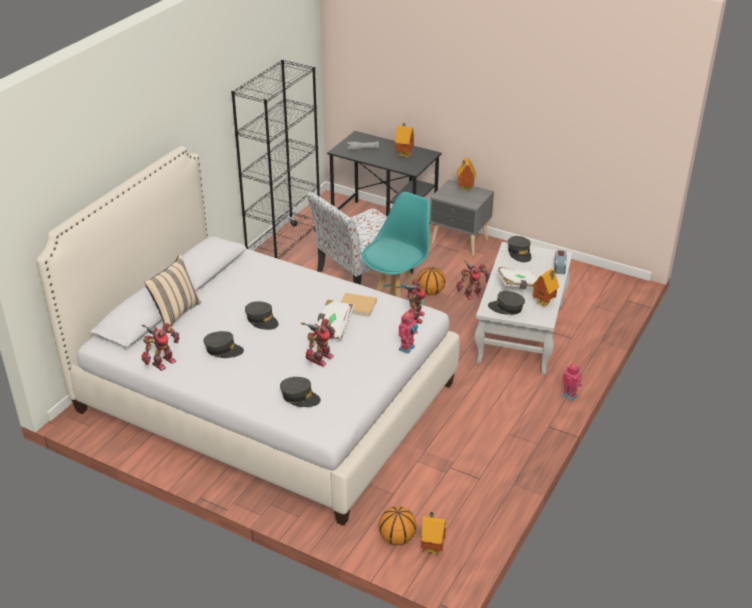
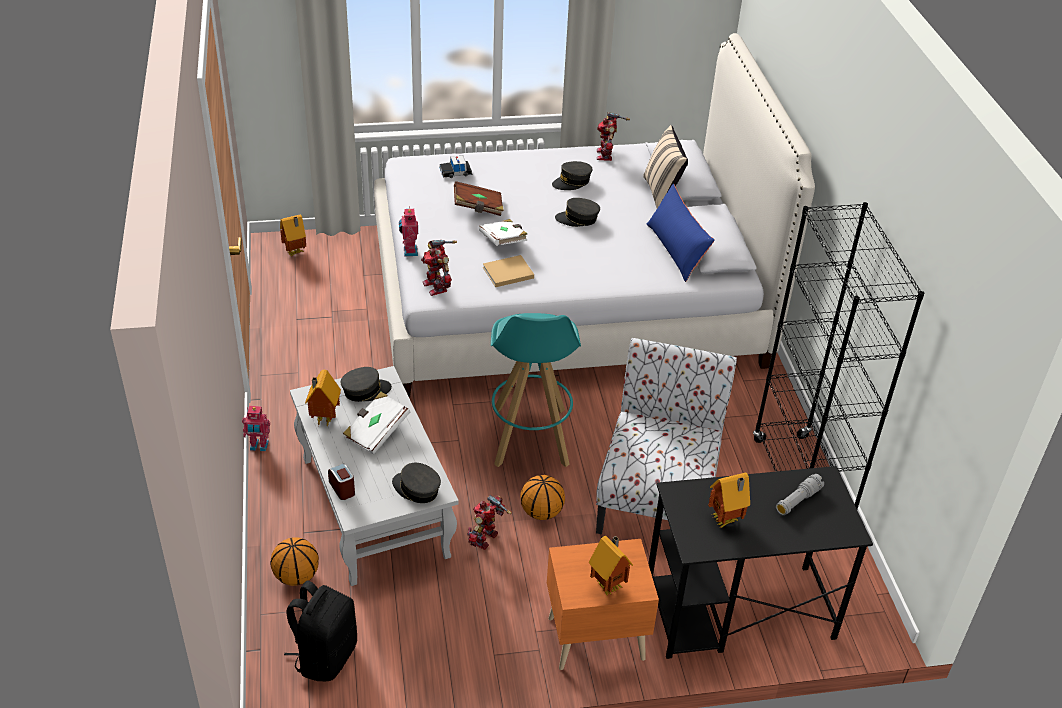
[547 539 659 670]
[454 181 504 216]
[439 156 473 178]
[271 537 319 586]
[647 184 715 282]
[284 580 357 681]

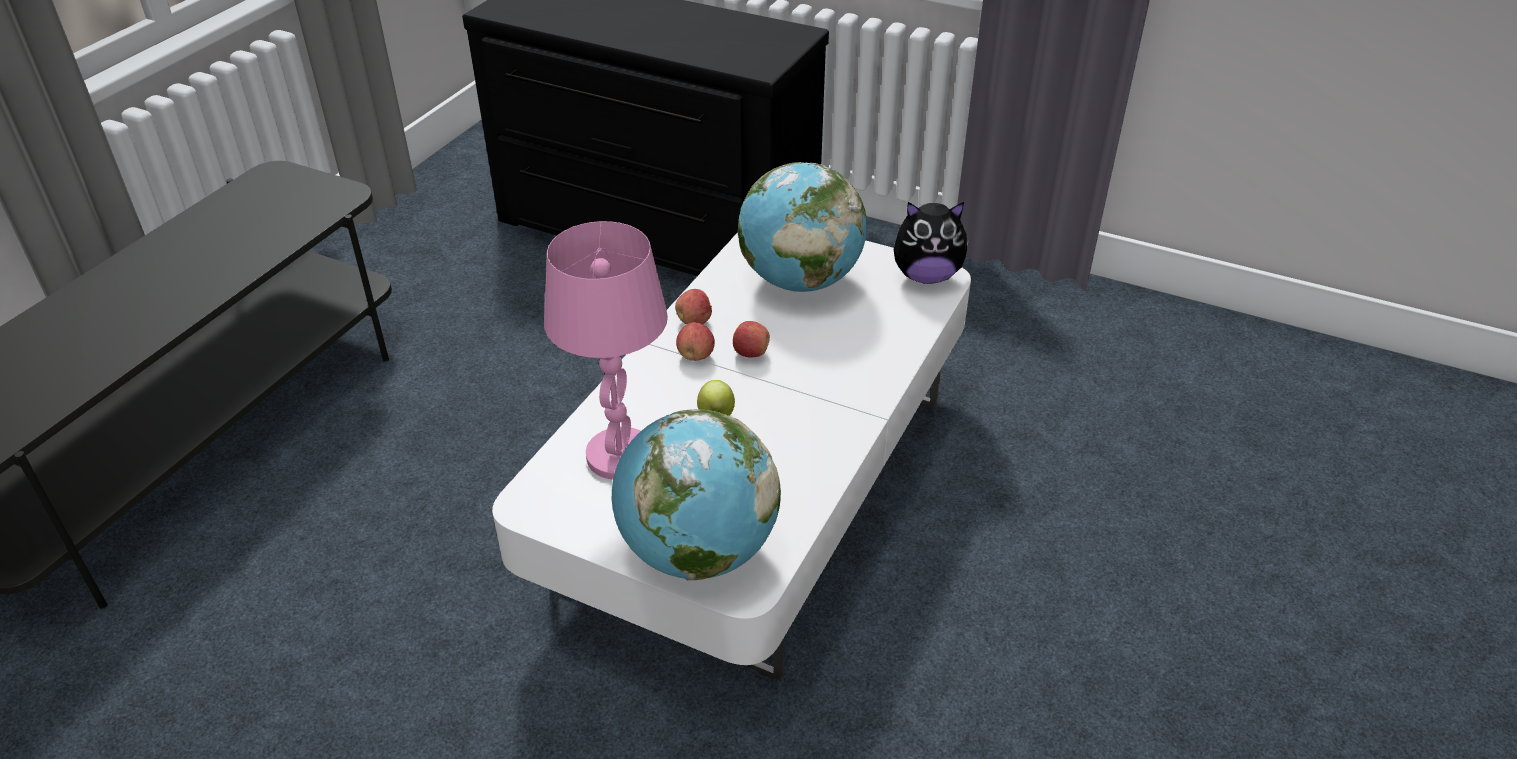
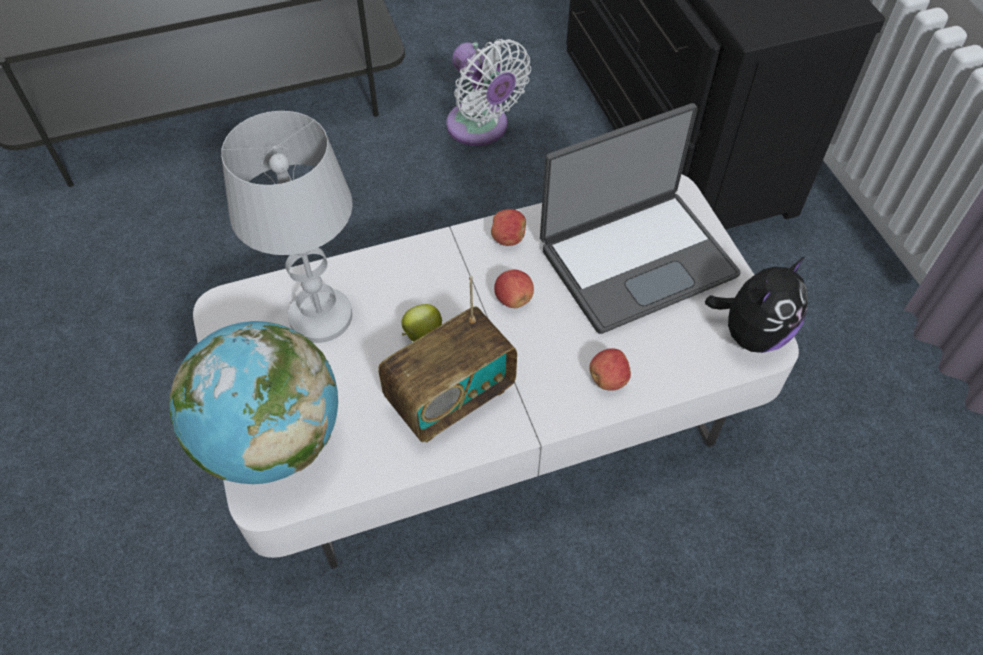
[540 103 741 334]
[705 256 808 353]
[221 111 353 343]
[589 348 631 391]
[446 39 531 146]
[378 276 517 443]

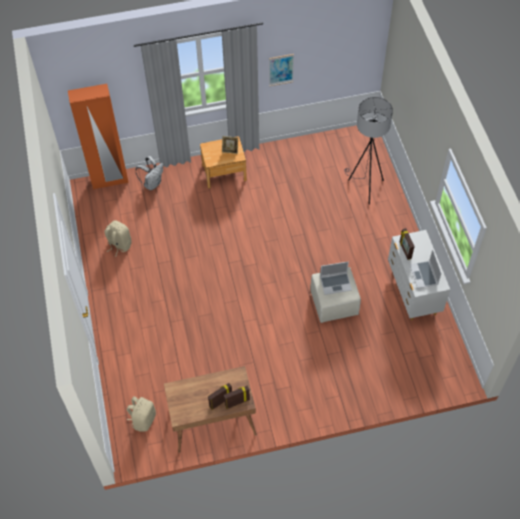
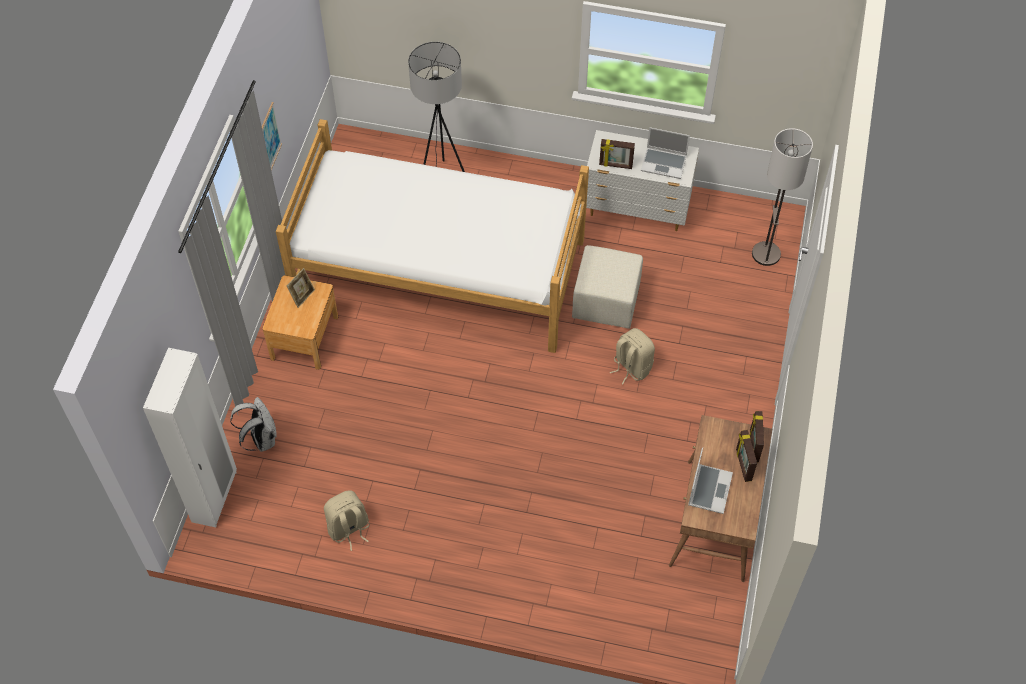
[143 348 237 527]
[688 447 733 514]
[610 328 655 385]
[276 119 589 353]
[752 128 813 266]

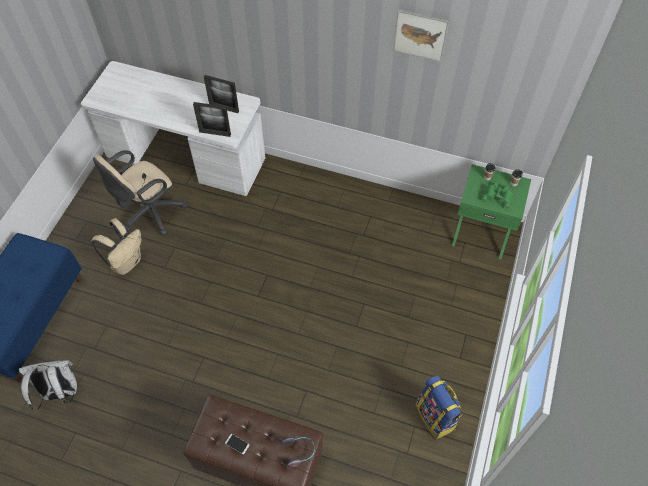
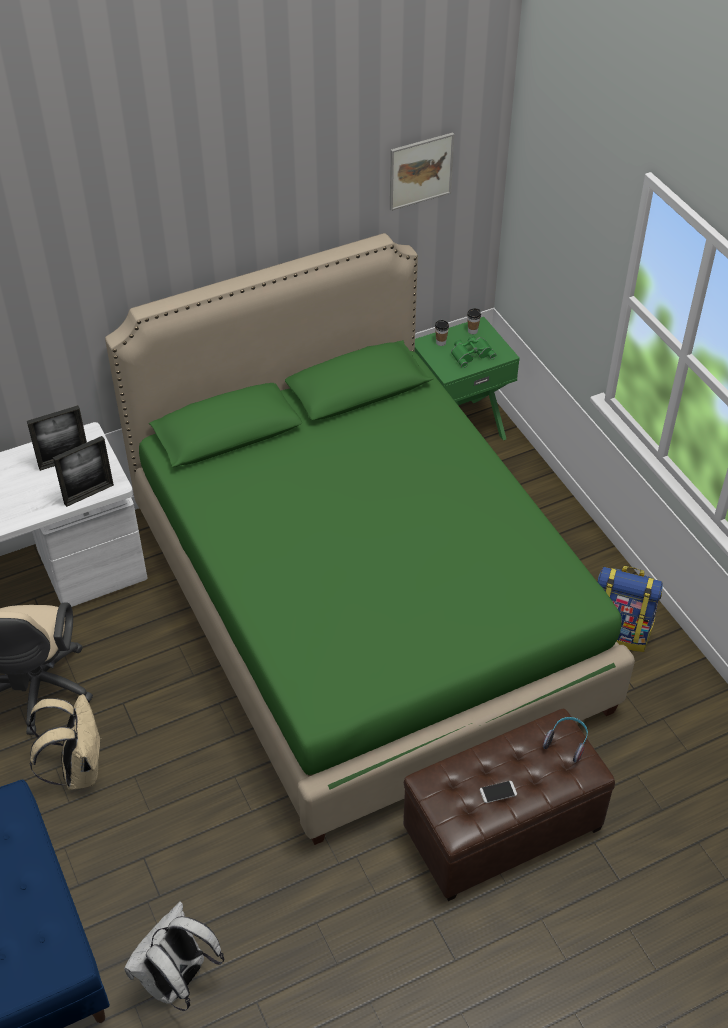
[390 132 454 211]
[105 233 635 845]

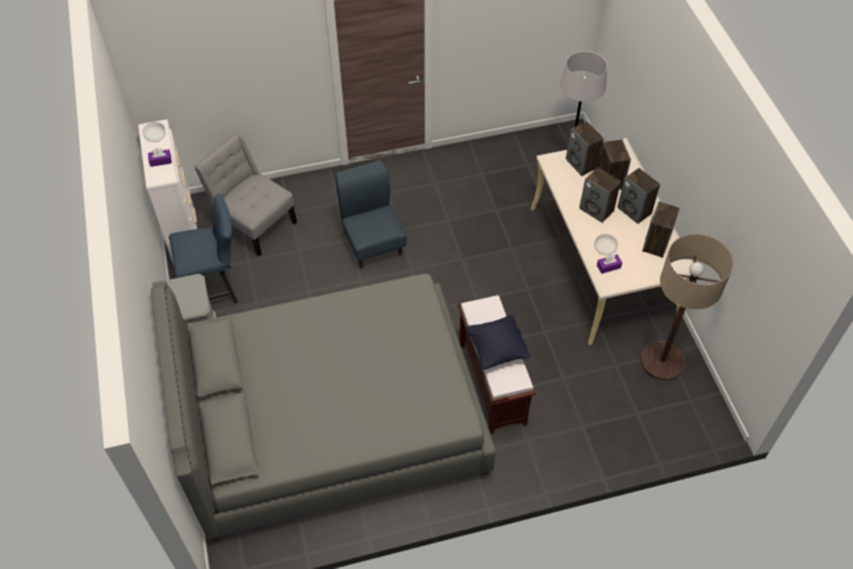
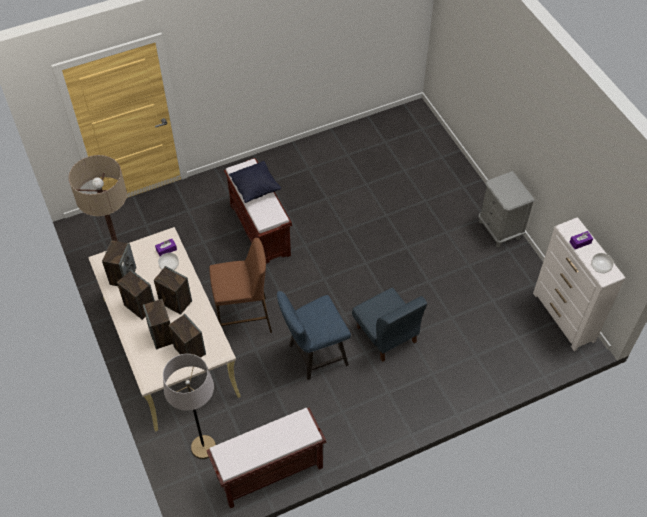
[194 133 297 256] (first image)
[277 291 351 380]
[151 274 496 541] (first image)
[209 238 272 333]
[206 408 326 508]

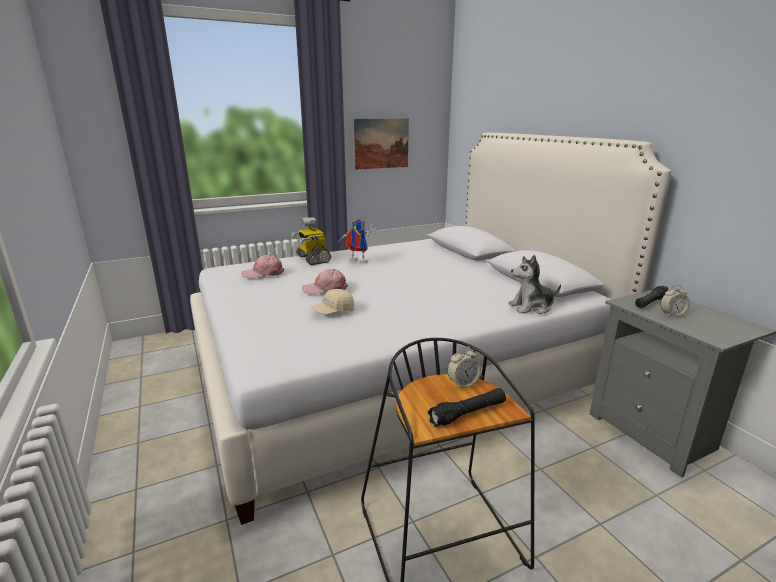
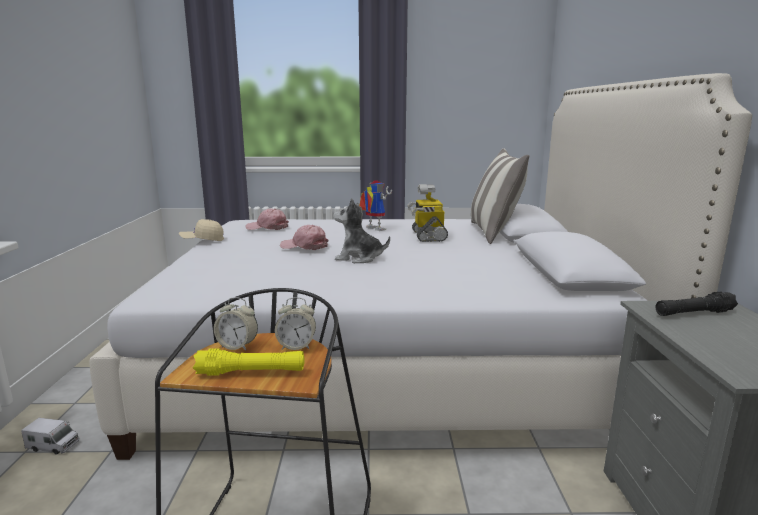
[354 118 409 170] (first image)
[407 184 448 242]
[333 198 390 263]
[214 297 258 351]
[179 219 224 241]
[193 348 305 376]
[471 148 529 244]
[21 418 79 454]

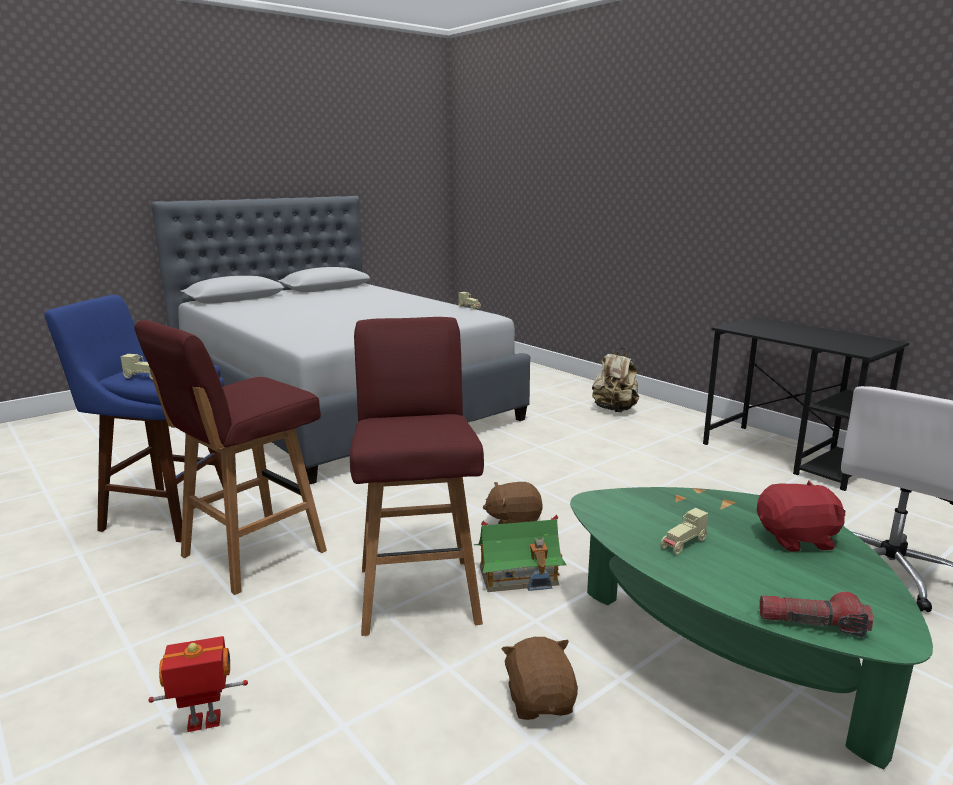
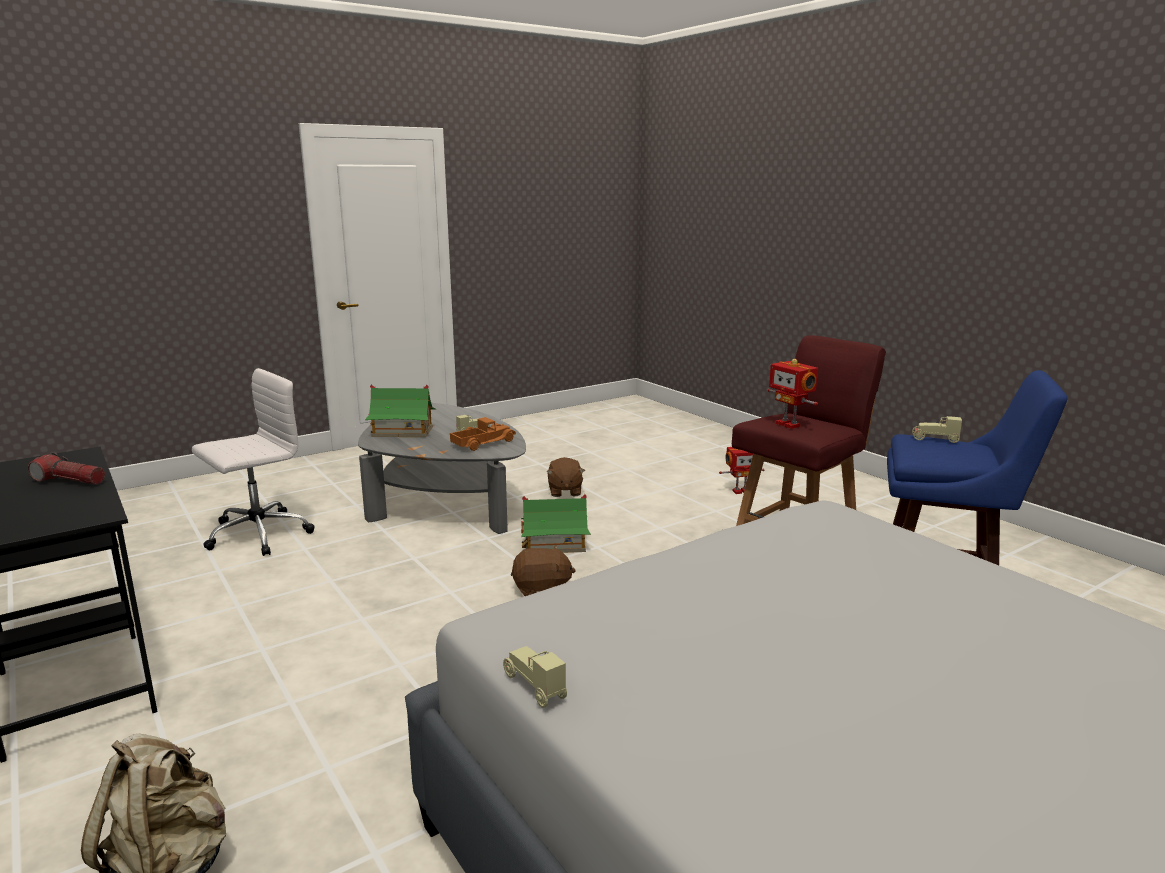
[350 317 484 636] (first image)
[365 384 436 437]
[358 403 526 534]
[28 453 105 485]
[767 359 818 429]
[450 417 516 451]

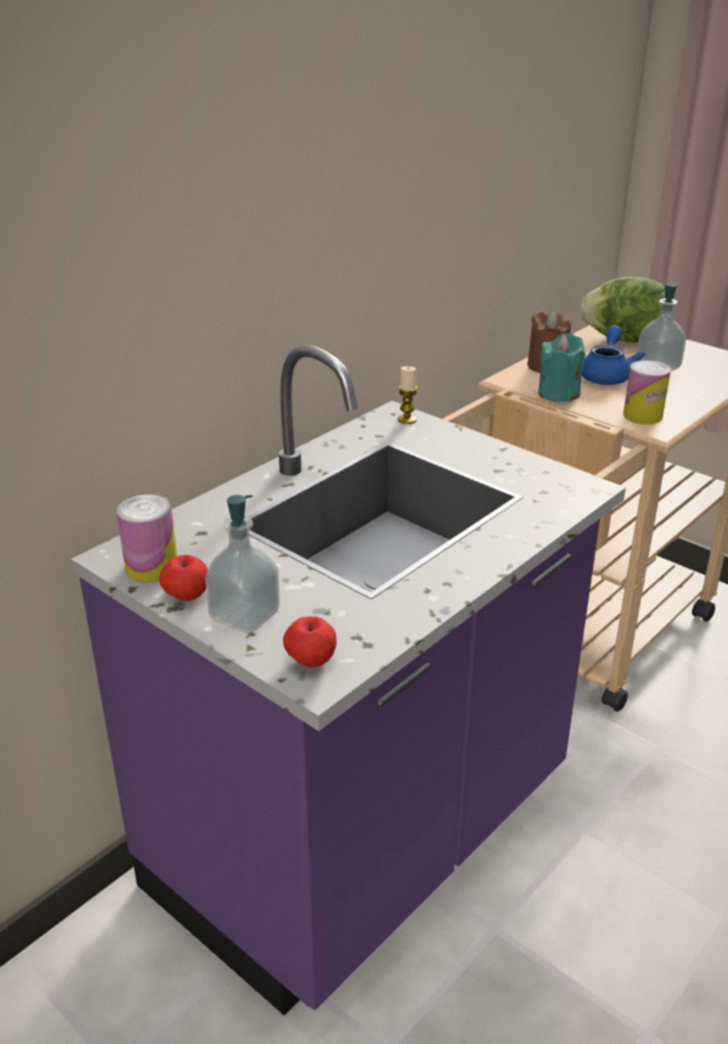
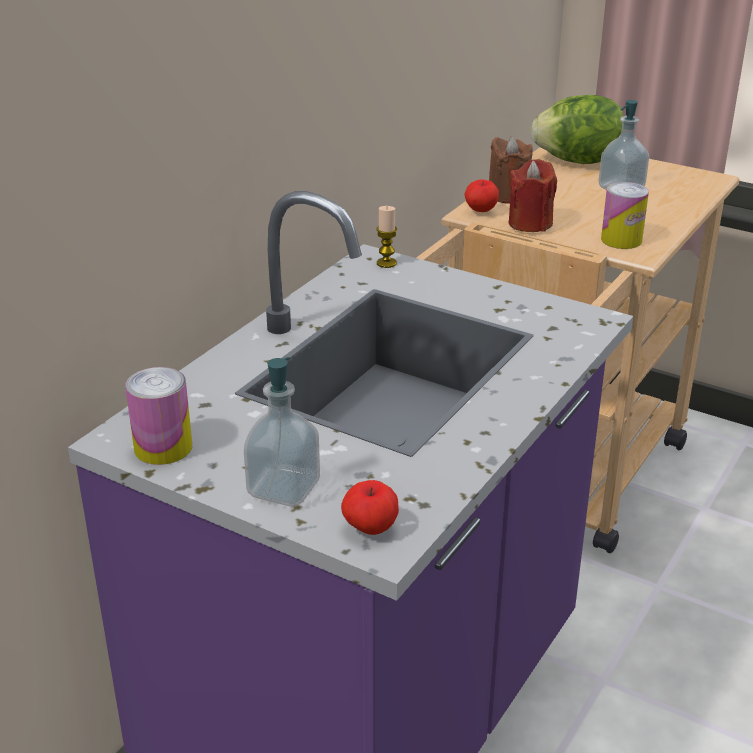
[582 325 646 385] (first image)
[509 159 557 232]
[465 179 499 212]

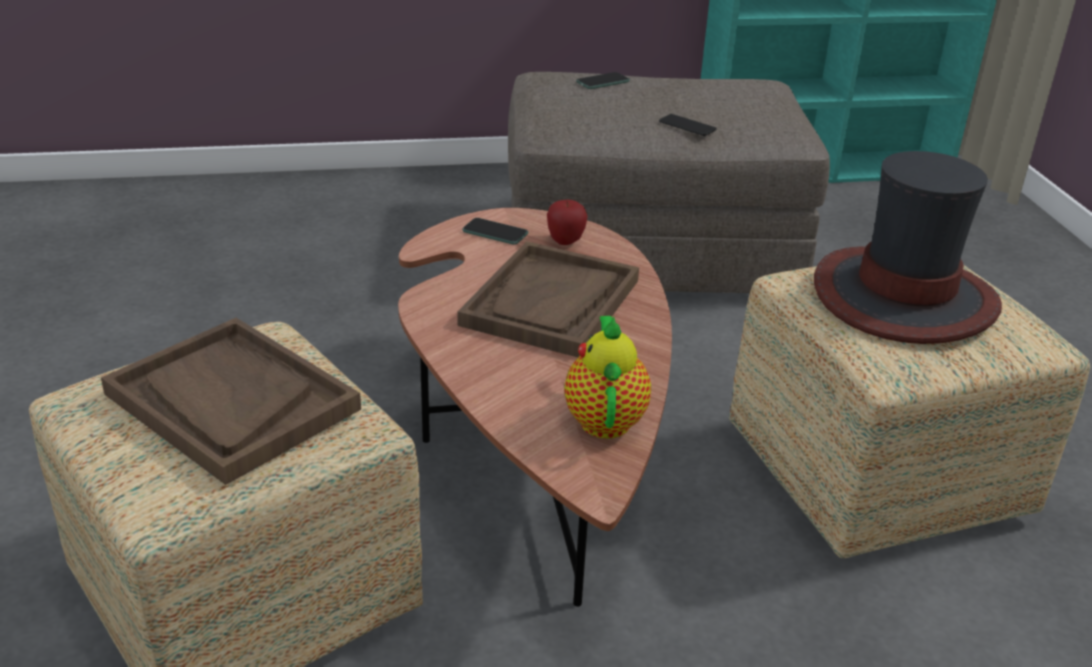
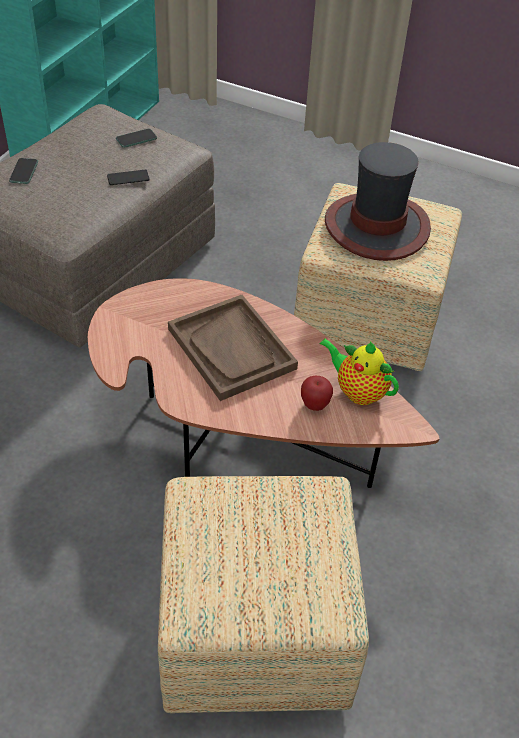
[301 376 333 411]
[116 128 157 148]
[101 318 361 485] (first image)

